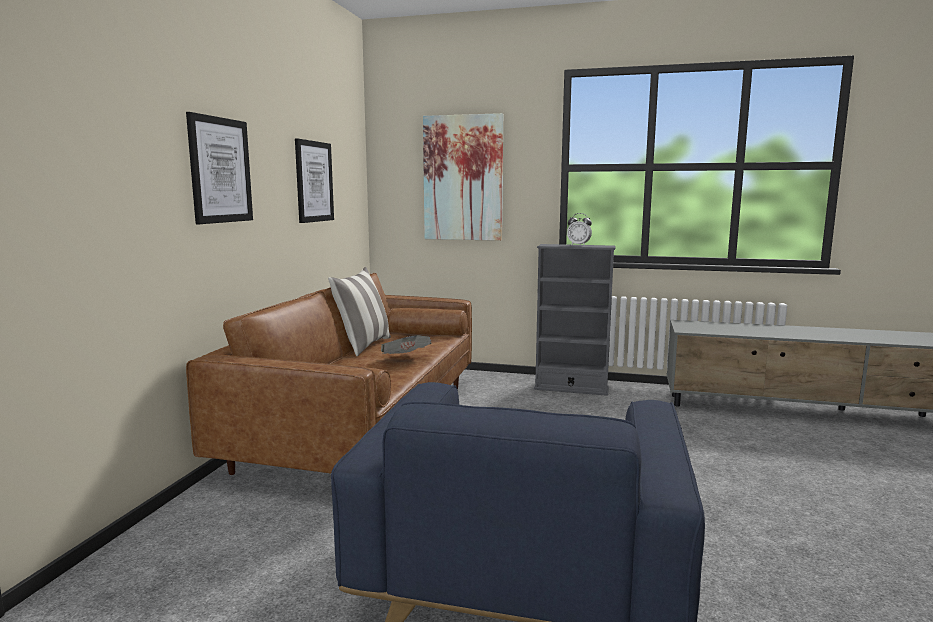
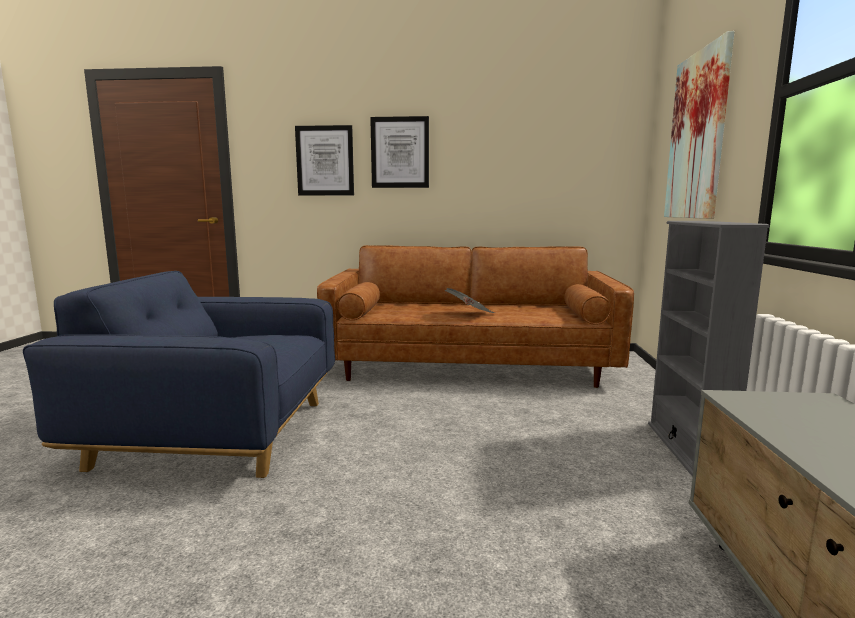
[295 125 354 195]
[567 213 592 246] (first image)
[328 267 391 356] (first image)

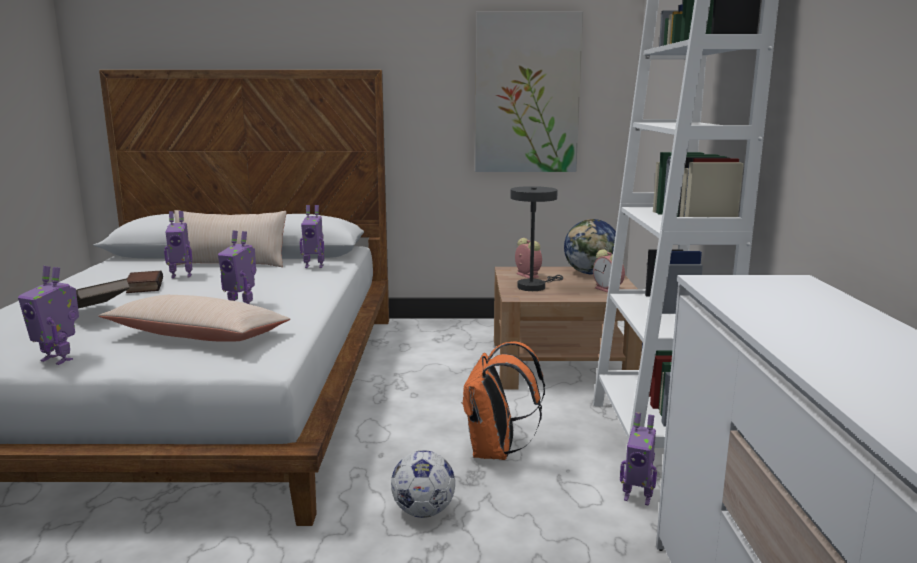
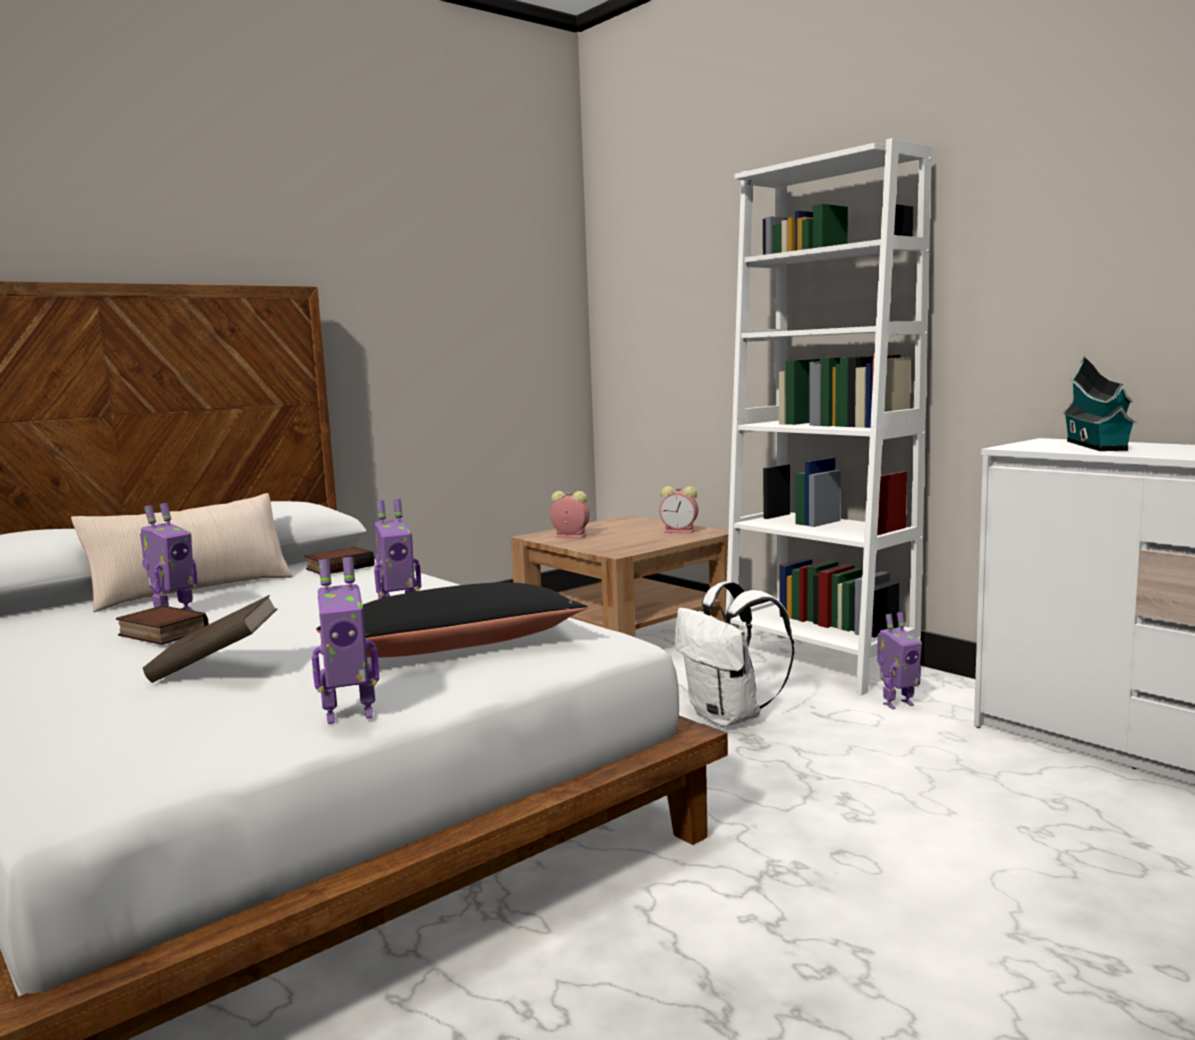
[475 11 583 172] (first image)
[510 186 563 291] (first image)
[304 547 375 574]
[564 219 616 274] (first image)
[316 582 588 657]
[675 581 794 727]
[391 450 455 518] (first image)
[1063 355 1136 451]

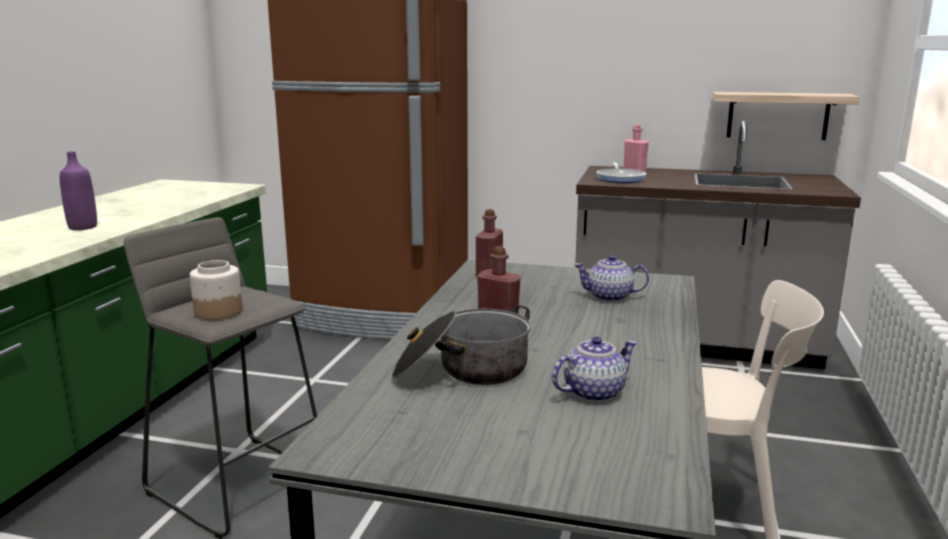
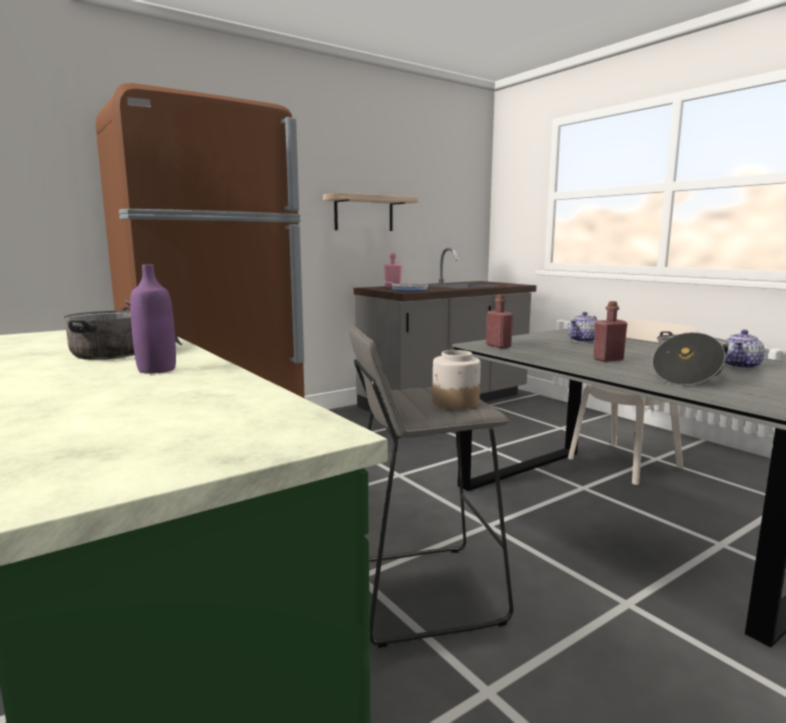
[323 192 418 231]
[725 330 765 369]
[62 300 182 360]

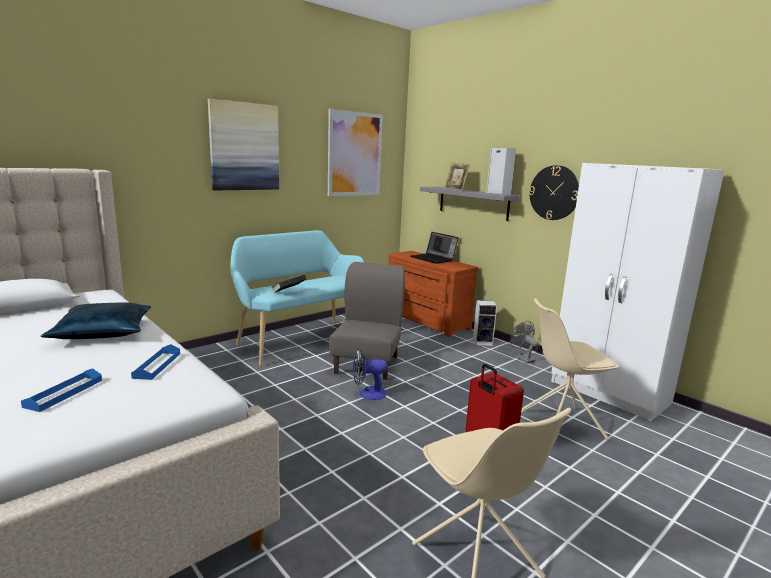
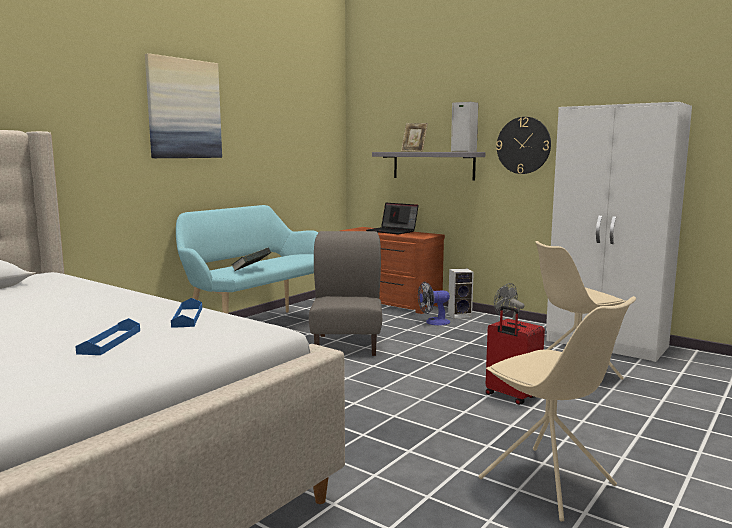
[328 109 383 196] (first image)
[41 302 151 339] (first image)
[418 282 450 325]

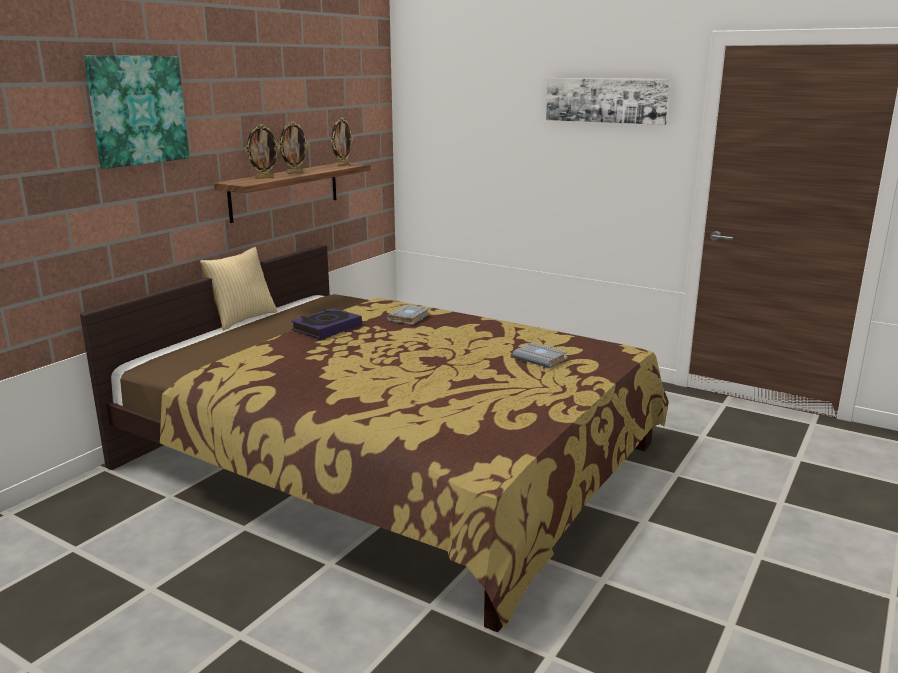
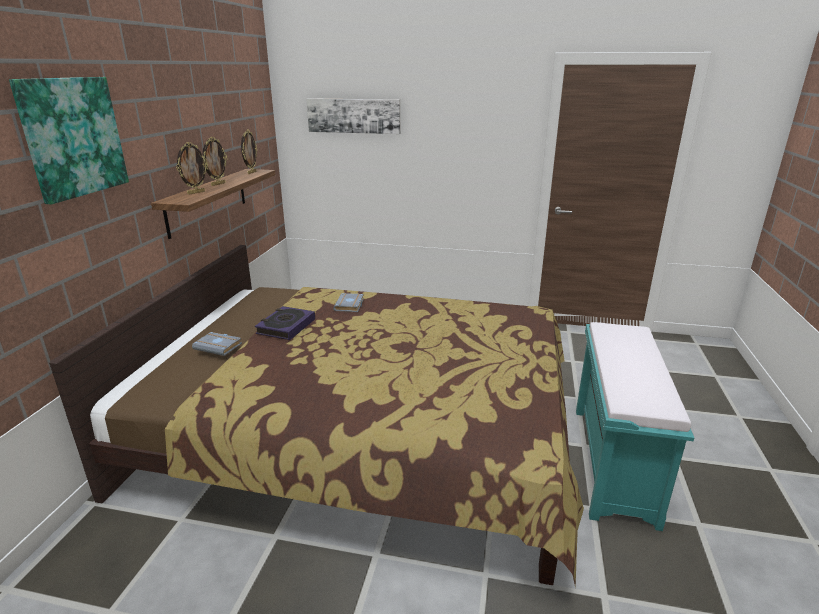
[306 98 400 134]
[200 247 278 330] (first image)
[192 332 242 356]
[576 322 694 531]

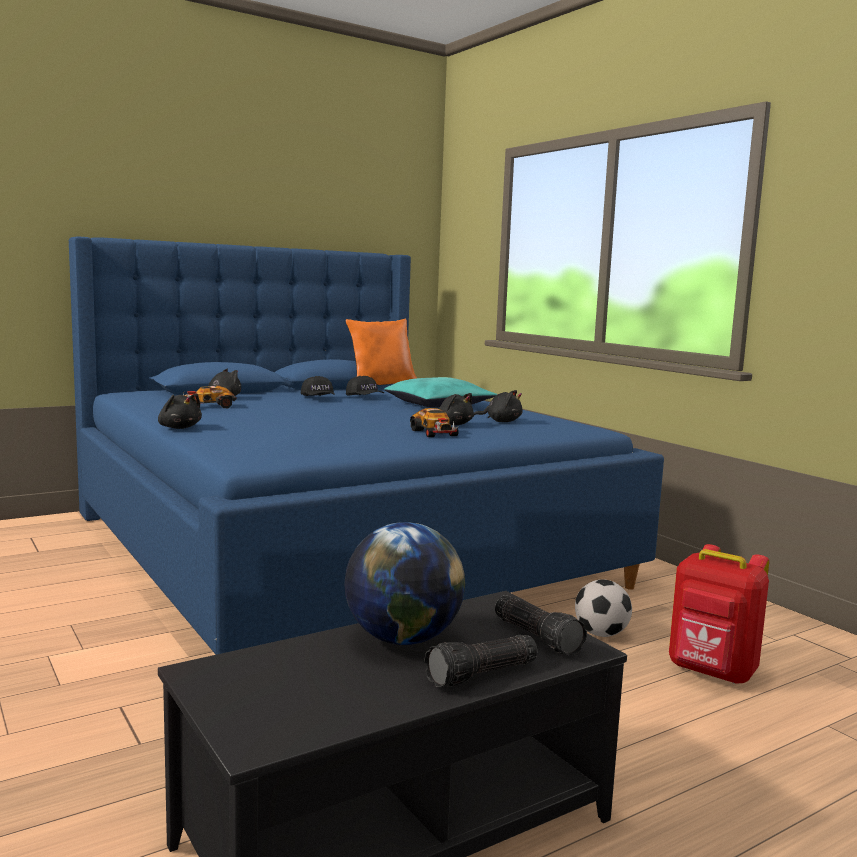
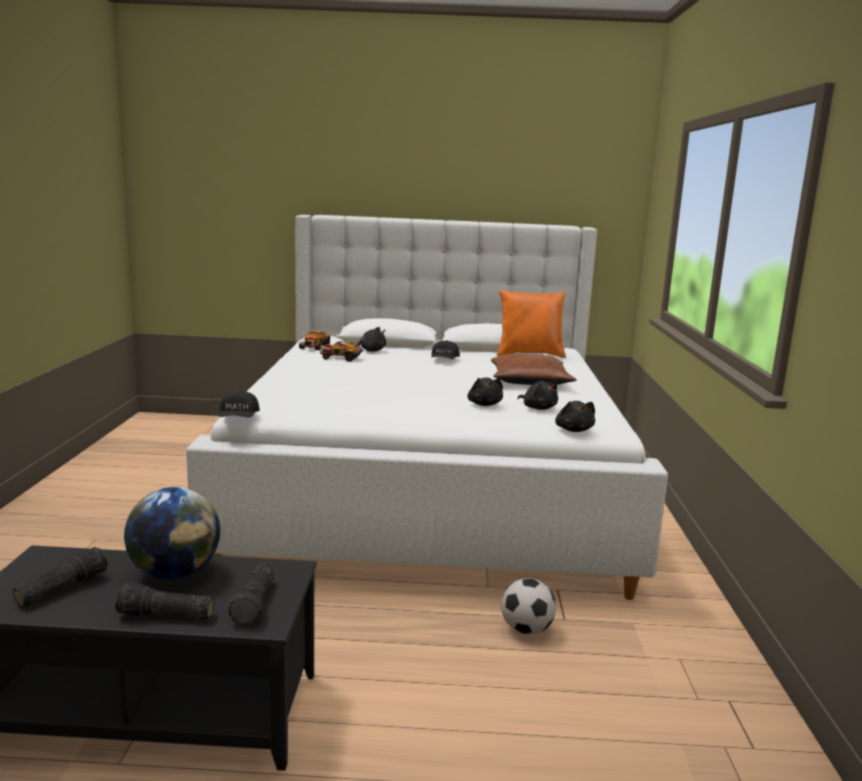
[186 215 668 600]
[219 390 260 417]
[491 354 577 385]
[555 401 595 432]
[299 330 330 350]
[669 544 769 684] (first image)
[13 547 108 607]

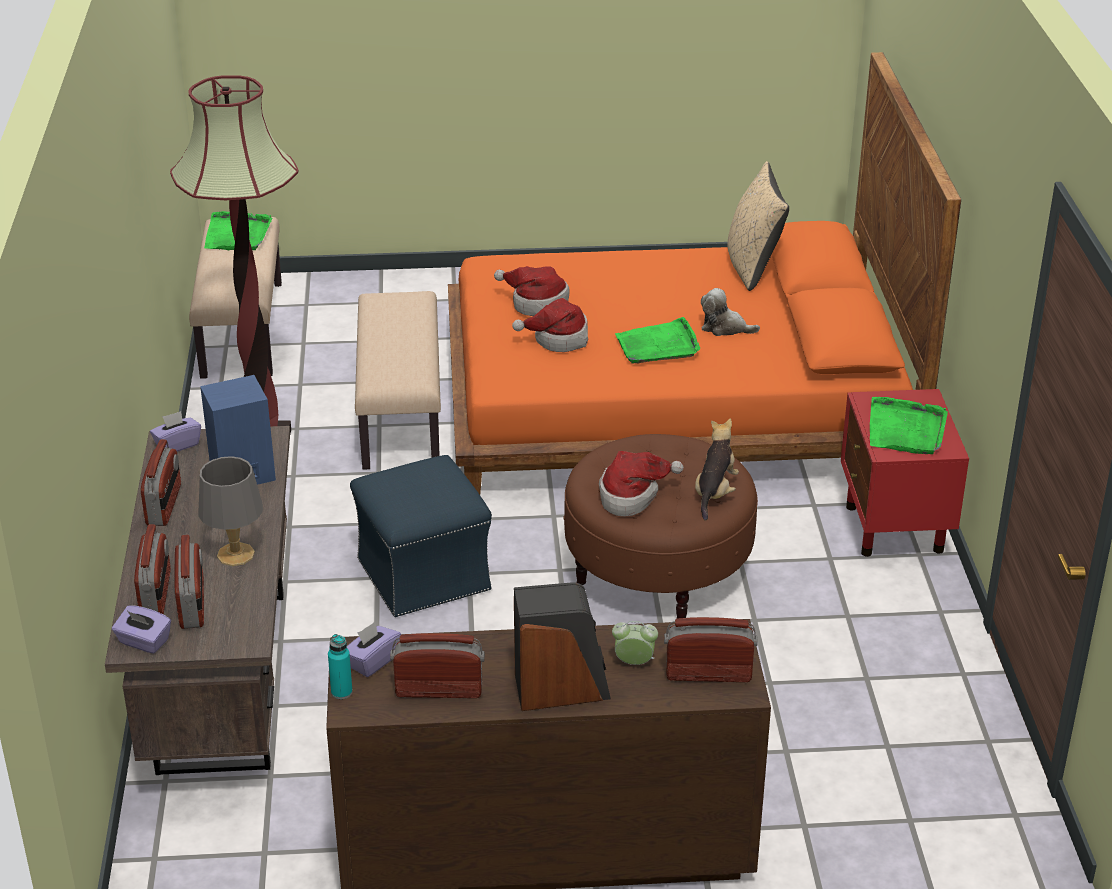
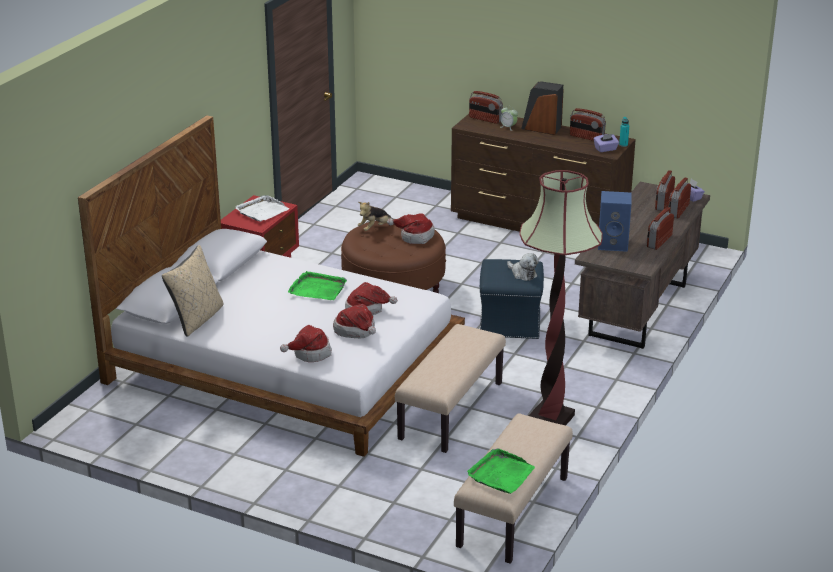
[78 115 465 457]
[507 253 539 281]
[236 195 290 222]
[150 411 201 452] (first image)
[198 456 263 566] (first image)
[280 325 332 362]

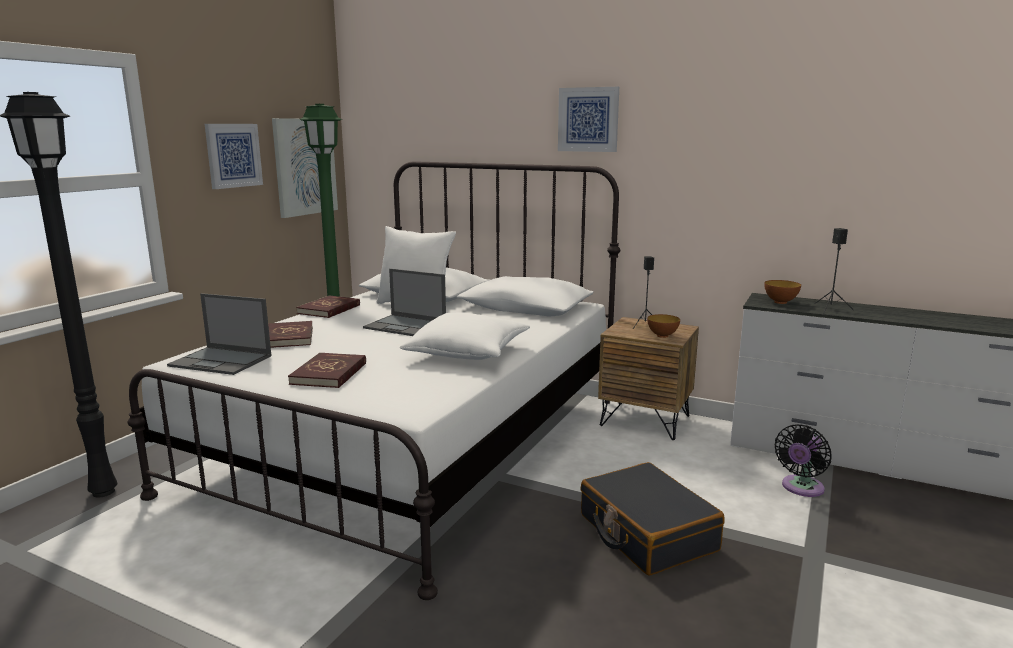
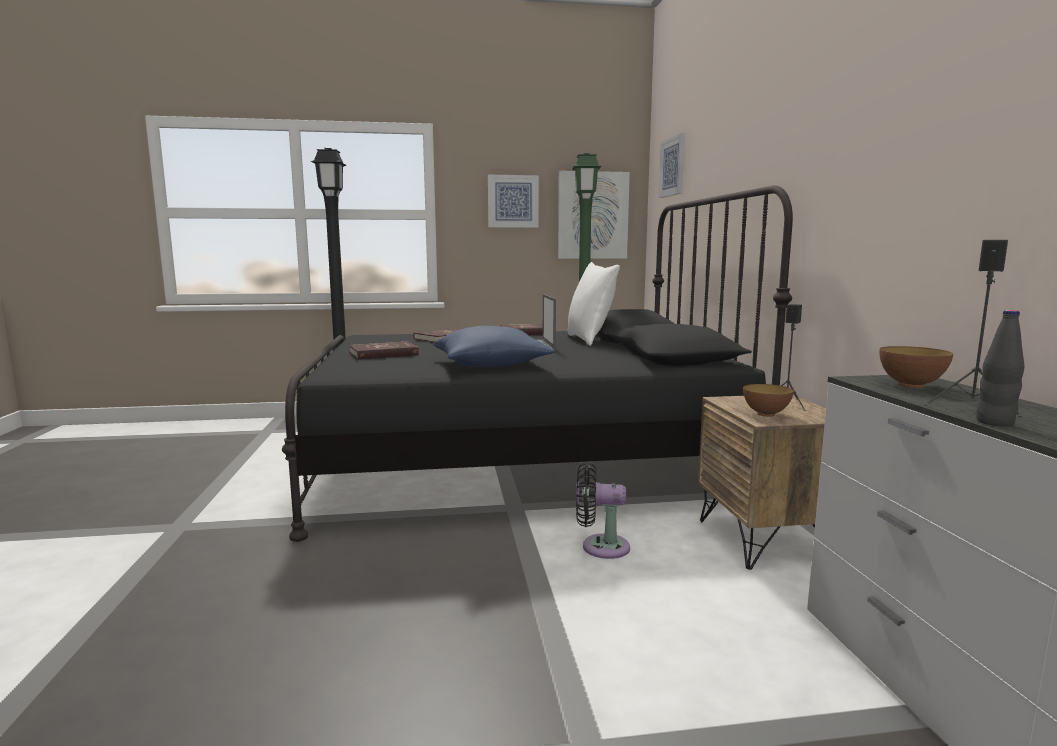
[659 133 685 198]
[282 185 793 542]
[167 293 272 375] (first image)
[433 326 555 367]
[576 462 630 559]
[581 462 724 576] (first image)
[976 310 1024 427]

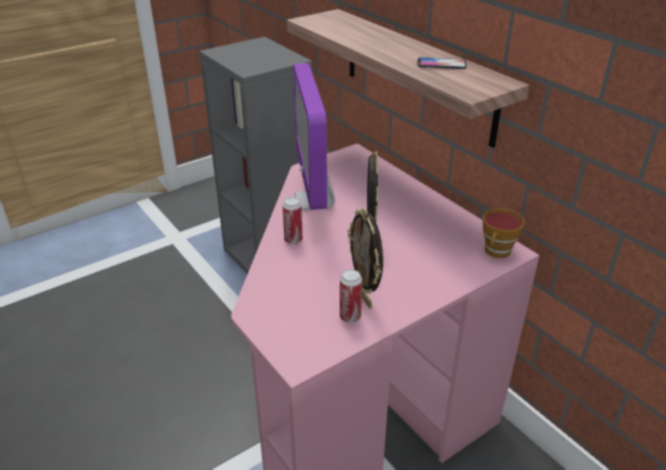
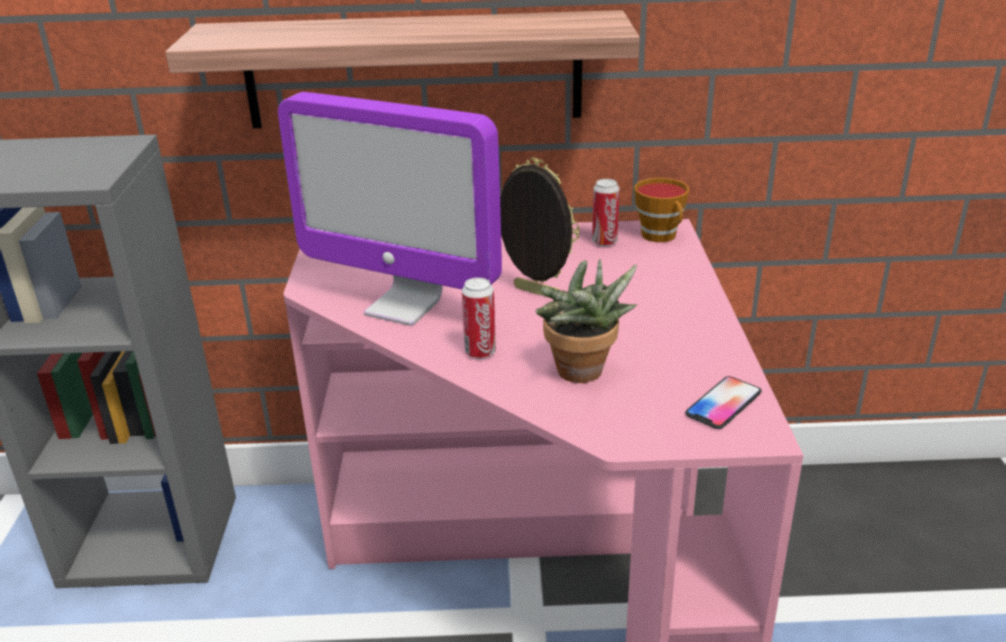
[685 376 762 429]
[348 208 383 309] (first image)
[592 179 620 247]
[535 259 637 383]

